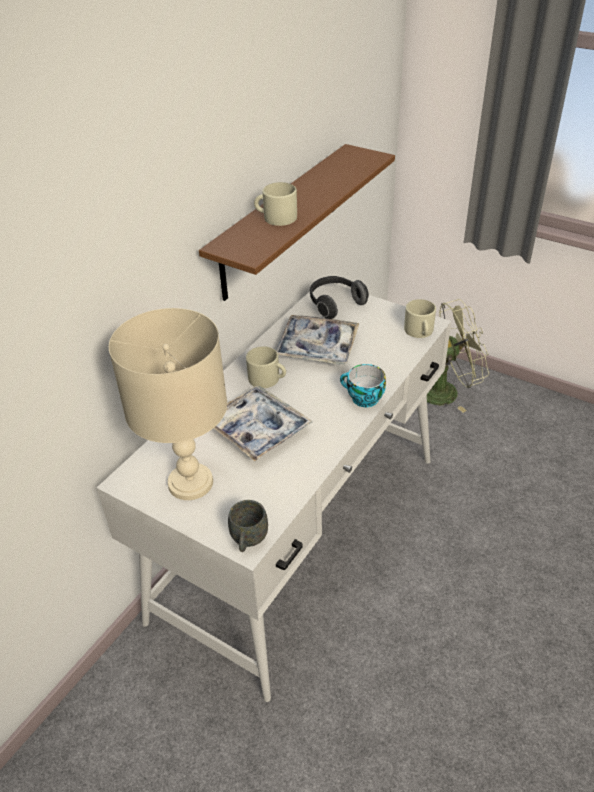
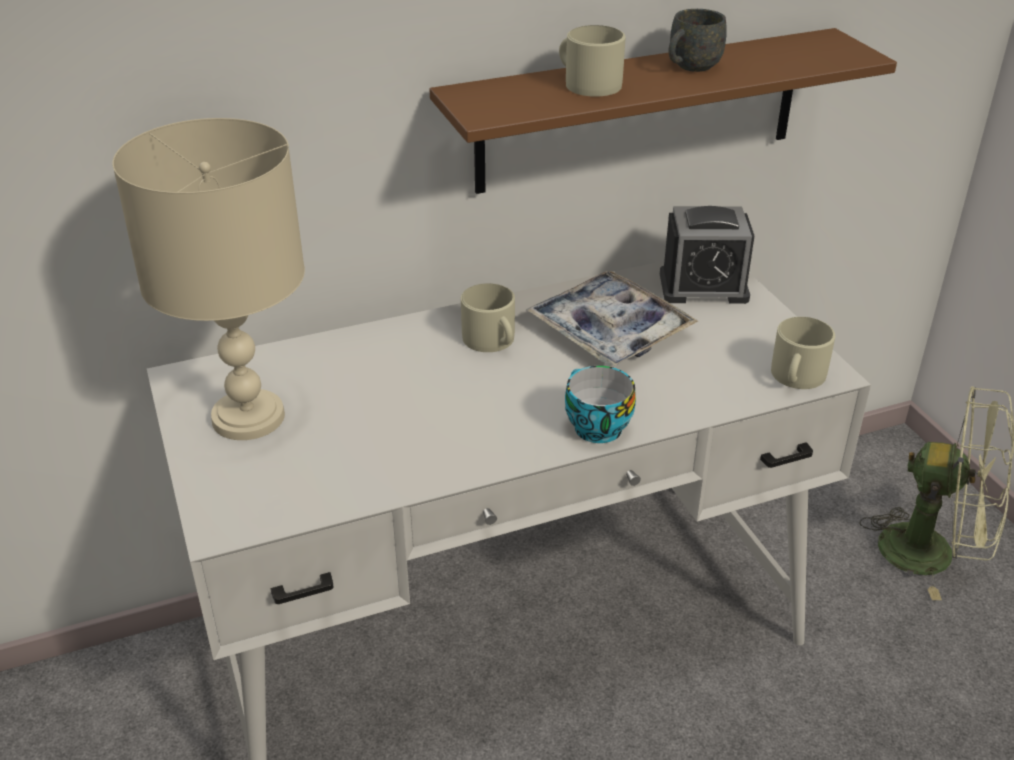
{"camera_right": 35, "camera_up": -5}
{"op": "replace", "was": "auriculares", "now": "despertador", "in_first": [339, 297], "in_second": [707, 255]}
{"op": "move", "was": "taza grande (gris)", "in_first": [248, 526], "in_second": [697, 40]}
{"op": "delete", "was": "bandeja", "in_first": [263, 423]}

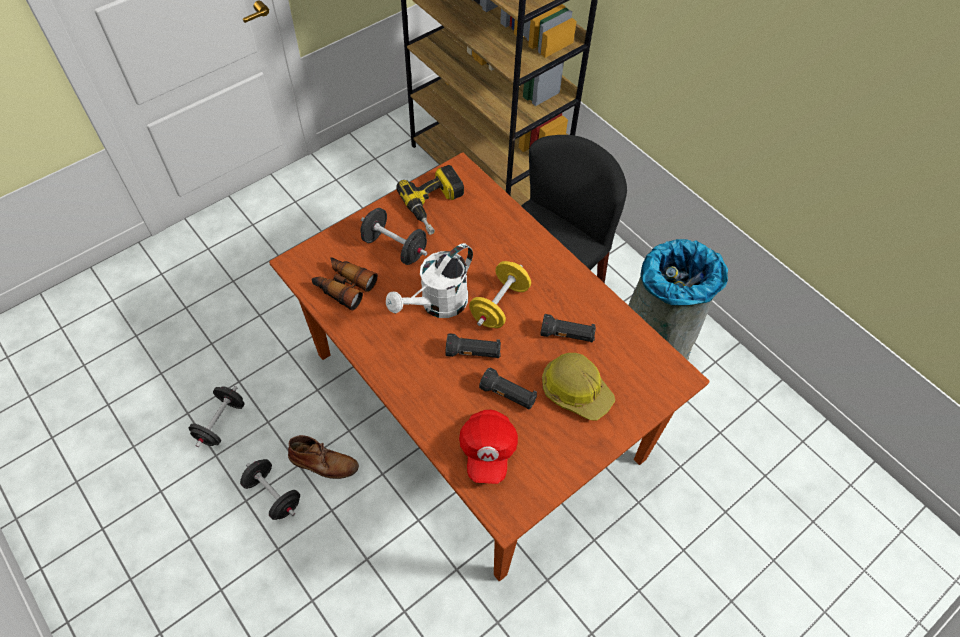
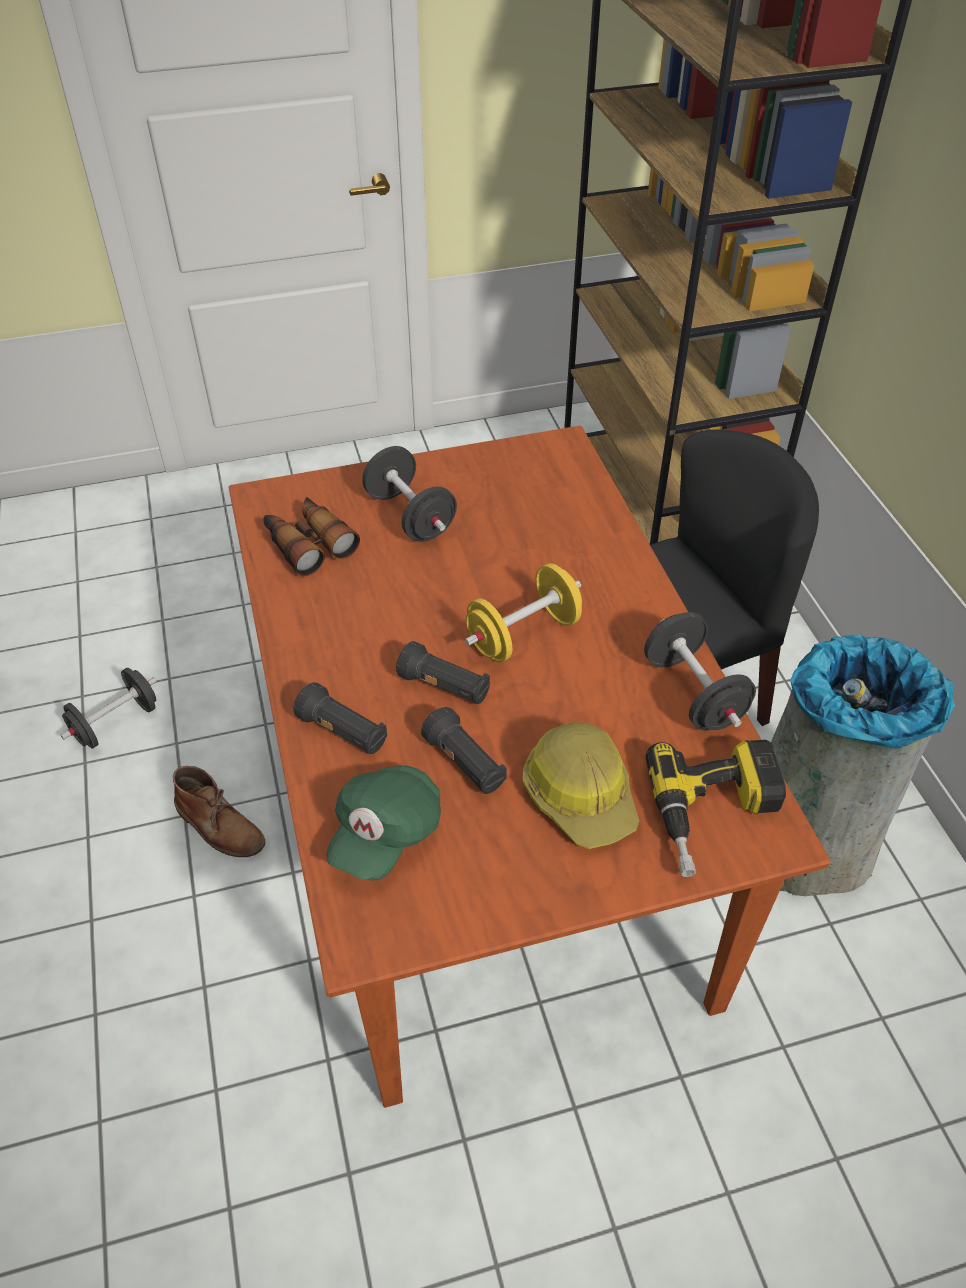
{"camera_right": 25, "camera_up": -10}
{"op": "move", "was": "linterna (negro)", "in_first": [568, 328], "in_second": [340, 718]}
{"op": "recolor", "was": "gorra (rojo)", "now": "gorra (verde)", "in_first": [488, 447], "in_second": [383, 822]}
{"op": "move", "was": "mancuerna (negro)", "in_first": [270, 489], "in_second": [700, 671]}
{"op": "move", "was": "taladro", "in_first": [430, 200], "in_second": [715, 808]}
{"op": "delete", "was": "regadera (blanco)", "in_first": [429, 280]}

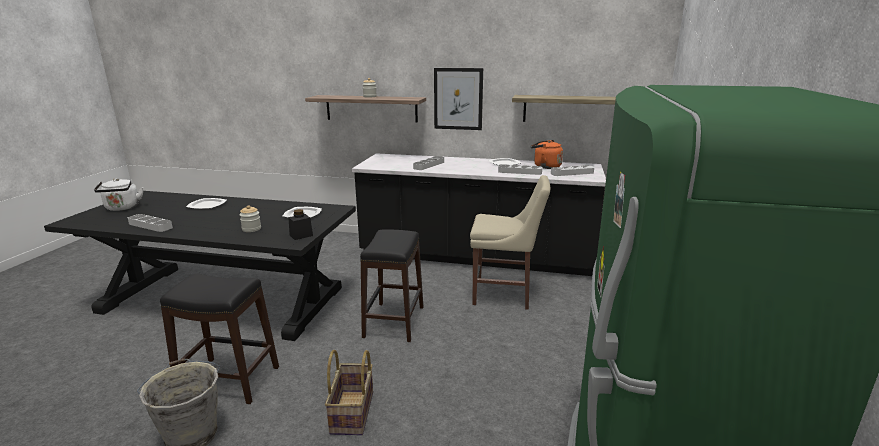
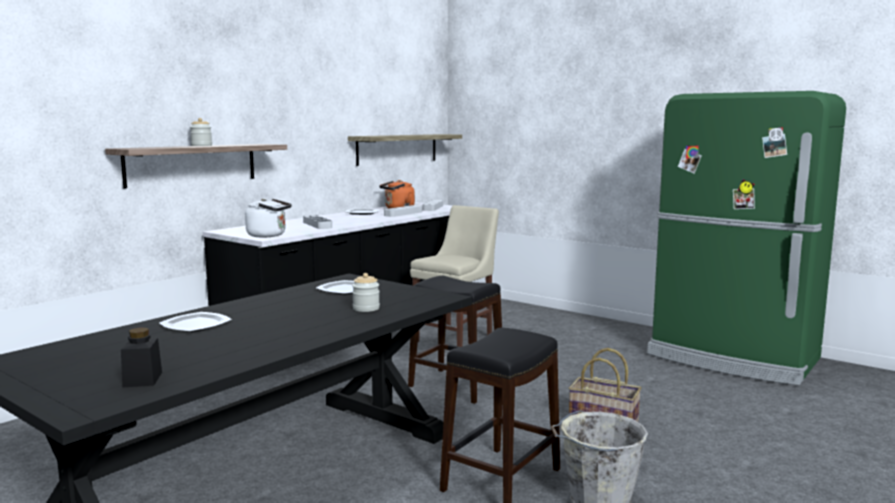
{"camera_right": -65, "camera_up": -10}
{"op": "move", "was": "tarro (negro)", "in_first": [300, 224], "in_second": [141, 358]}
{"op": "move", "was": "hervidor (blanco)", "in_first": [118, 194], "in_second": [268, 217]}
{"op": "delete", "was": "bandeja (gris)", "in_first": [150, 223]}
{"op": "delete", "was": "cuadro", "in_first": [458, 99]}

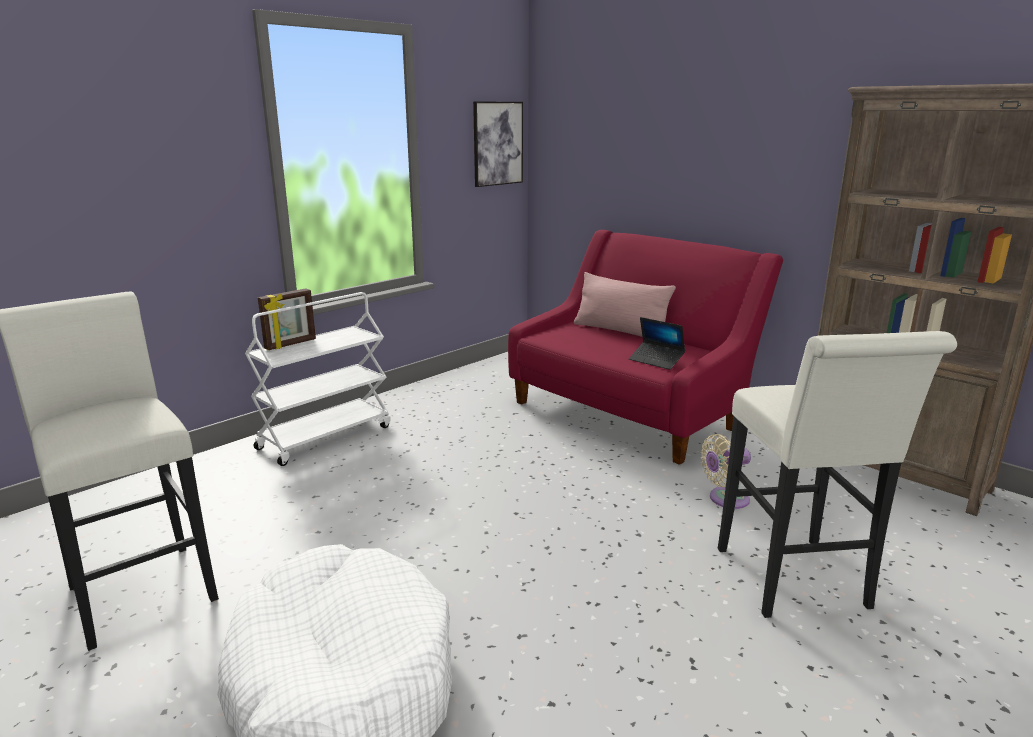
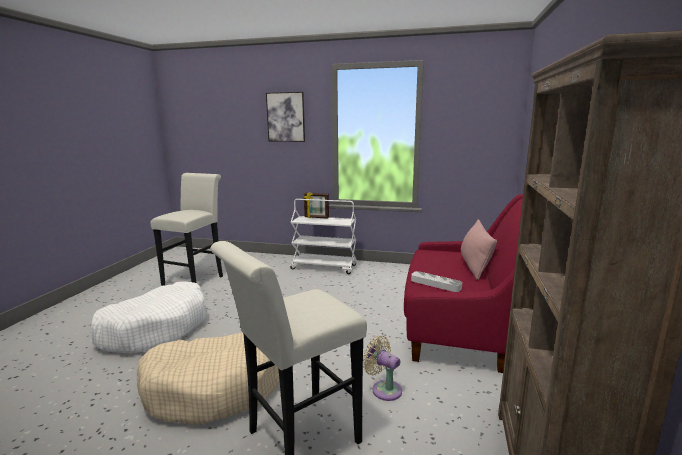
{"camera_right": 60, "camera_up": -5}
{"op": "insert", "now": "cama para perro (beis)", "in_second": [208, 378]}
{"op": "move", "was": "cuadro", "in_first": [498, 144], "in_second": [285, 117]}
{"op": "replace", "was": "portátil", "now": "bandeja (gris)", "in_first": [657, 343], "in_second": [436, 281]}

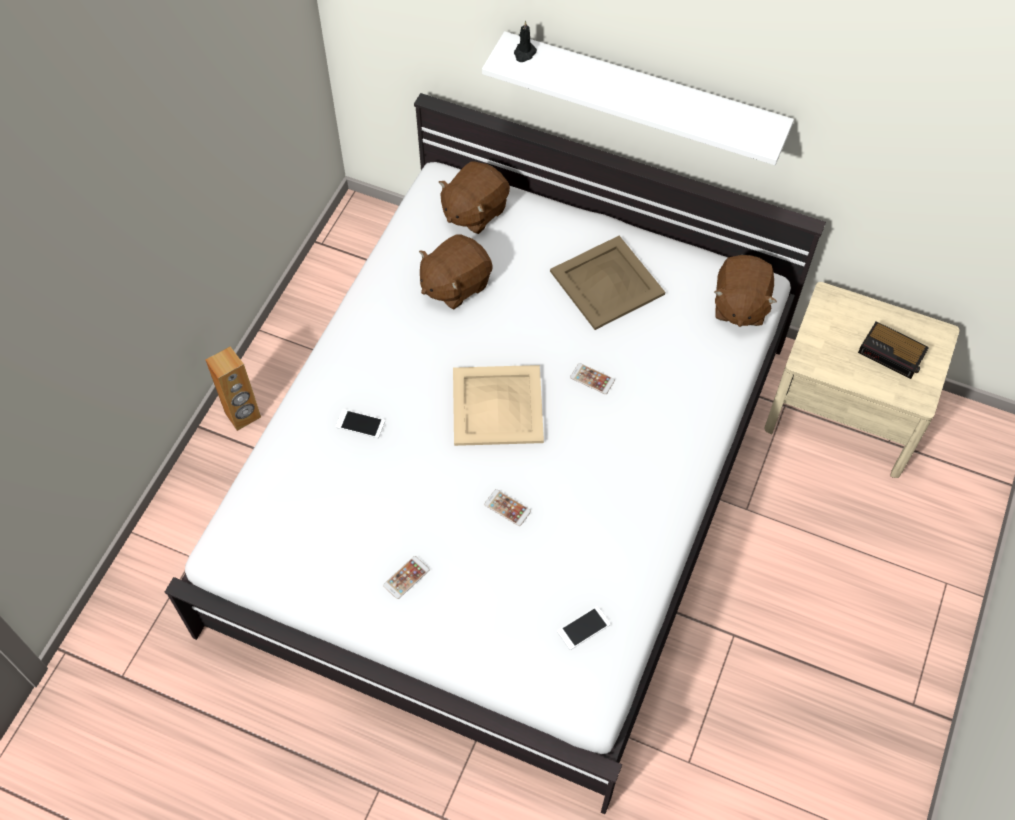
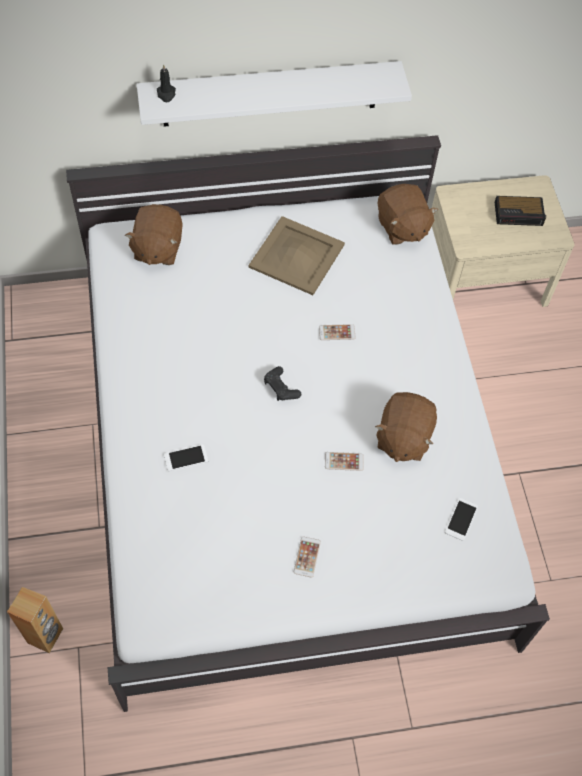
{"camera_right": -35, "camera_up": 0}
{"op": "move", "was": "altavoz (marrón)", "in_first": [233, 388], "in_second": [35, 620]}
{"op": "replace", "was": "bandeja (beis)", "now": "mando de consola (negro)", "in_first": [498, 405], "in_second": [282, 383]}
{"op": "move", "was": "peluche (marrón)", "in_first": [455, 271], "in_second": [406, 427]}

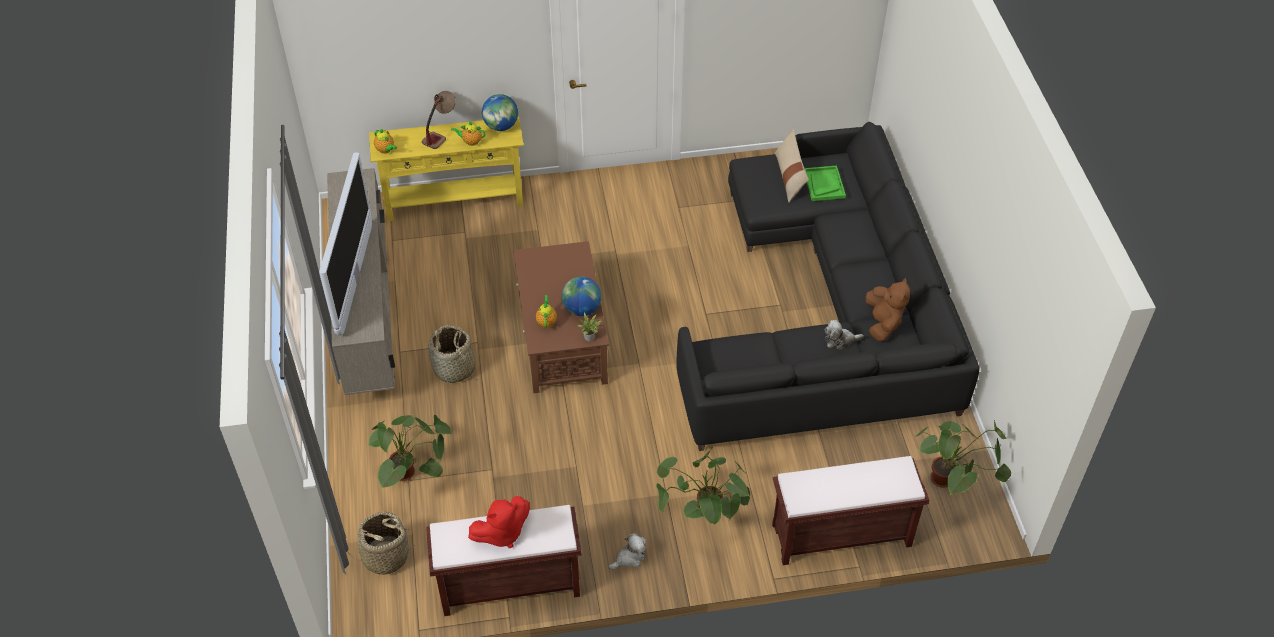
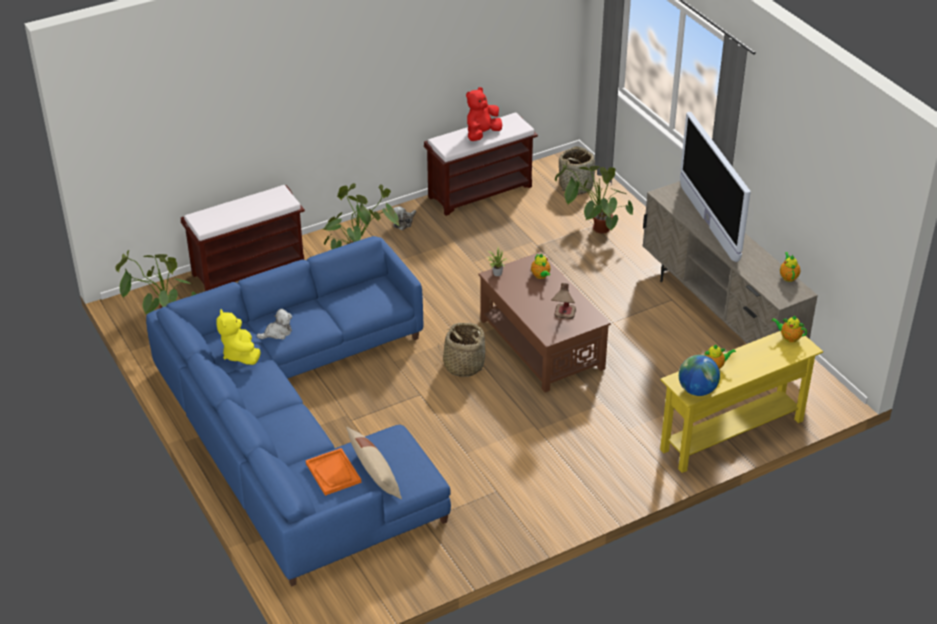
{"camera_right": 160, "camera_up": -10}
{"op": "recolor", "was": "sofá (negro)", "now": "sofá (azul)", "in_first": [827, 286], "in_second": [298, 411]}
{"op": "recolor", "was": "peluche (marrón)", "now": "peluche (amarillo)", "in_first": [888, 309], "in_second": [238, 337]}
{"op": "recolor", "was": "bandeja (verde)", "now": "bandeja (naranja)", "in_first": [825, 183], "in_second": [333, 472]}
{"op": "move", "was": "cesta", "in_first": [452, 354], "in_second": [462, 349]}
{"op": "move", "was": "lámpara de mesa", "in_first": [439, 120], "in_second": [563, 301]}
{"op": "insert", "now": "tetera", "in_second": [790, 267]}
{"op": "delete", "was": "globo terráqueo", "in_first": [581, 296]}

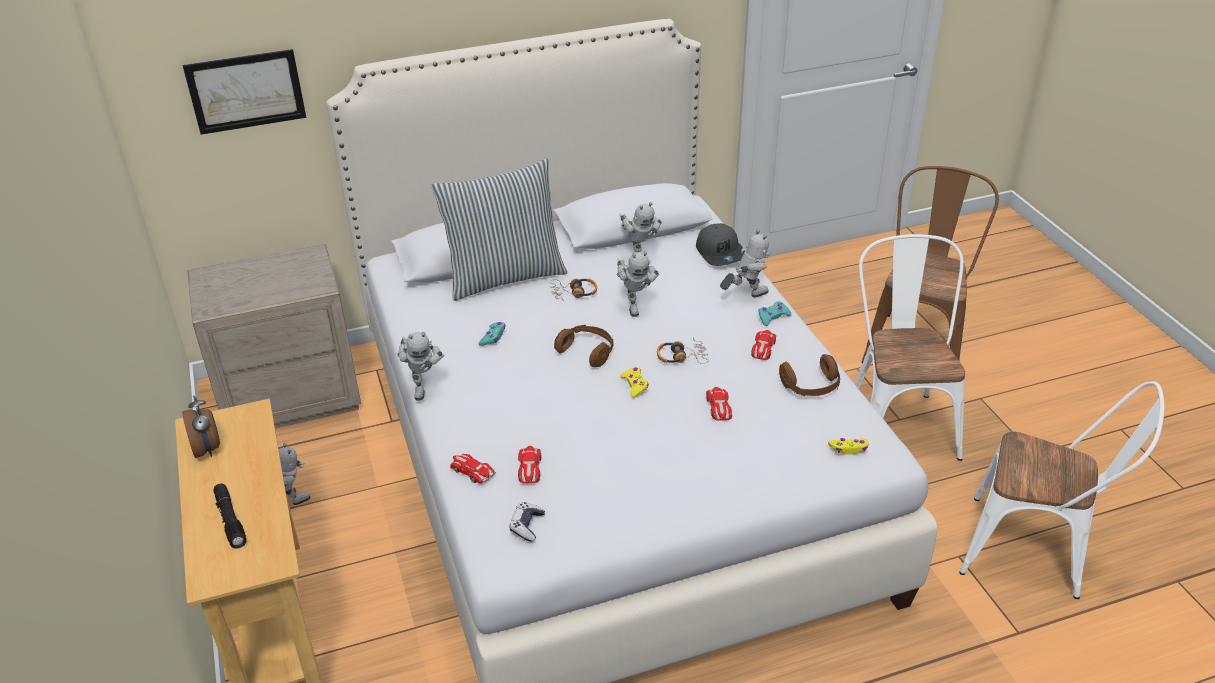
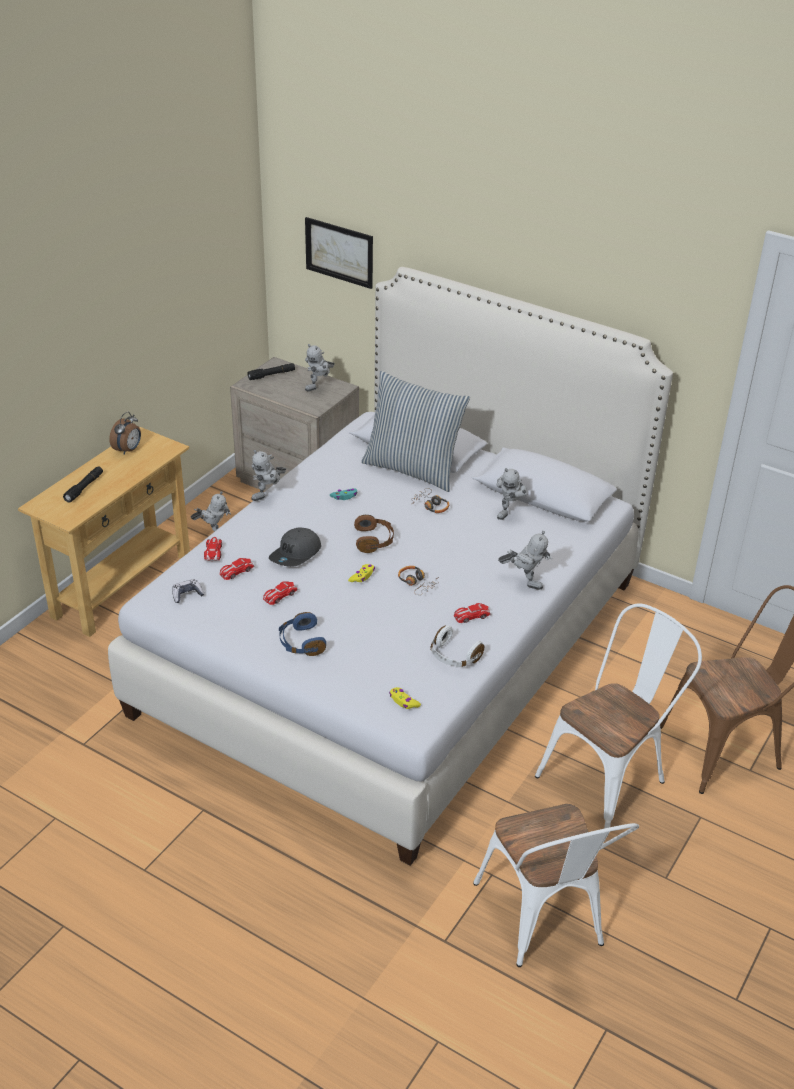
{"camera_right": 50, "camera_up": 0}
{"op": "insert", "now": "linterna (negro)", "in_second": [271, 371]}
{"op": "move", "was": "coche de juguete", "in_first": [719, 404], "in_second": [280, 593]}
{"op": "move", "was": "gorra (gris)", "in_first": [719, 244], "in_second": [295, 547]}
{"op": "insert", "now": "auriculares (azul)", "in_second": [302, 634]}
{"op": "move", "was": "robot de juguete", "in_first": [638, 284], "in_second": [320, 367]}
{"op": "recolor", "was": "auriculares (marrón)", "now": "auriculares (blanco)", "in_first": [809, 375], "in_second": [457, 647]}
{"op": "delete", "was": "mando de consola (turquesa)", "in_first": [775, 313]}

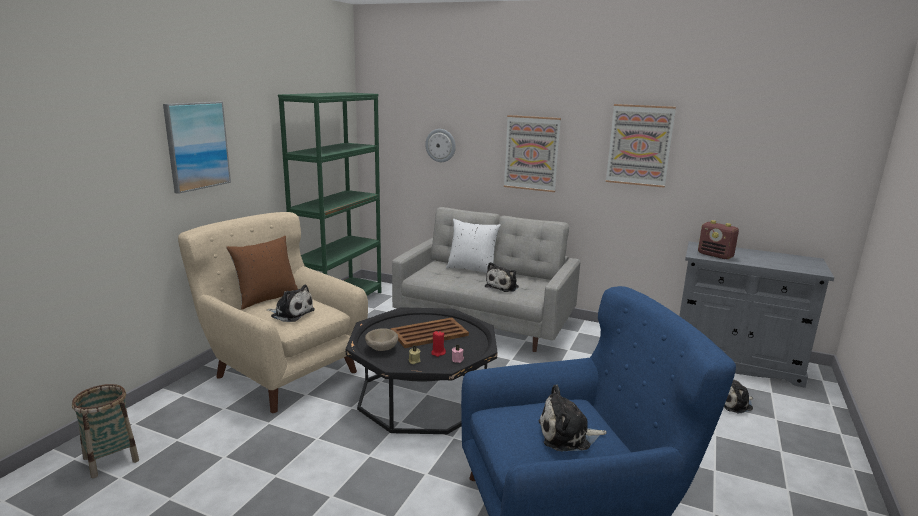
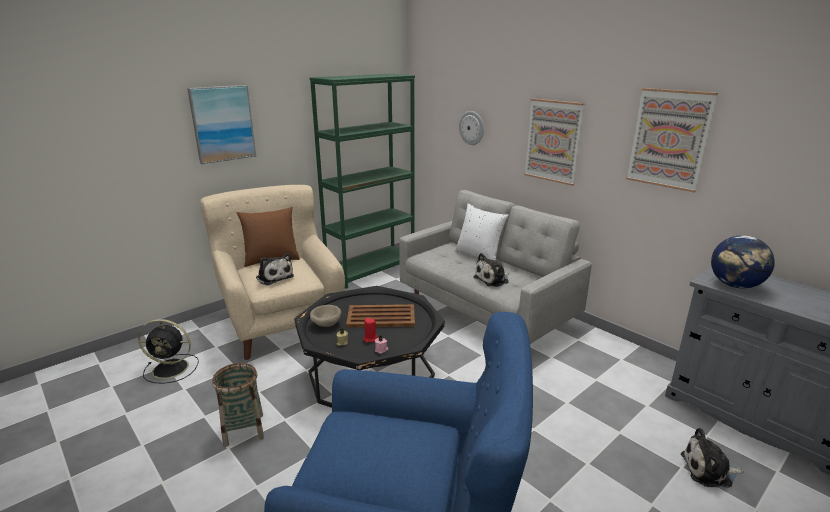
{"camera_right": 25, "camera_up": 5}
{"op": "insert", "now": "ventilador (negro)", "in_second": [168, 351]}
{"op": "move", "was": "cesta", "in_first": [105, 431], "in_second": [238, 405]}
{"op": "replace", "was": "radio", "now": "globo terráqueo", "in_first": [718, 239], "in_second": [743, 262]}
{"op": "delete", "was": "peluche", "in_first": [573, 418]}

